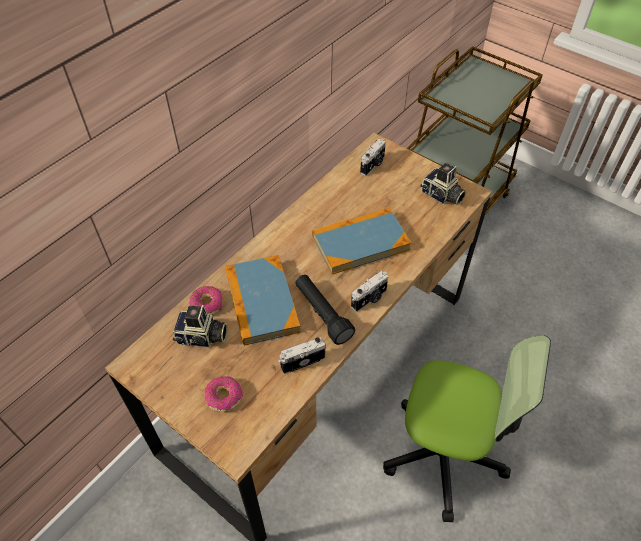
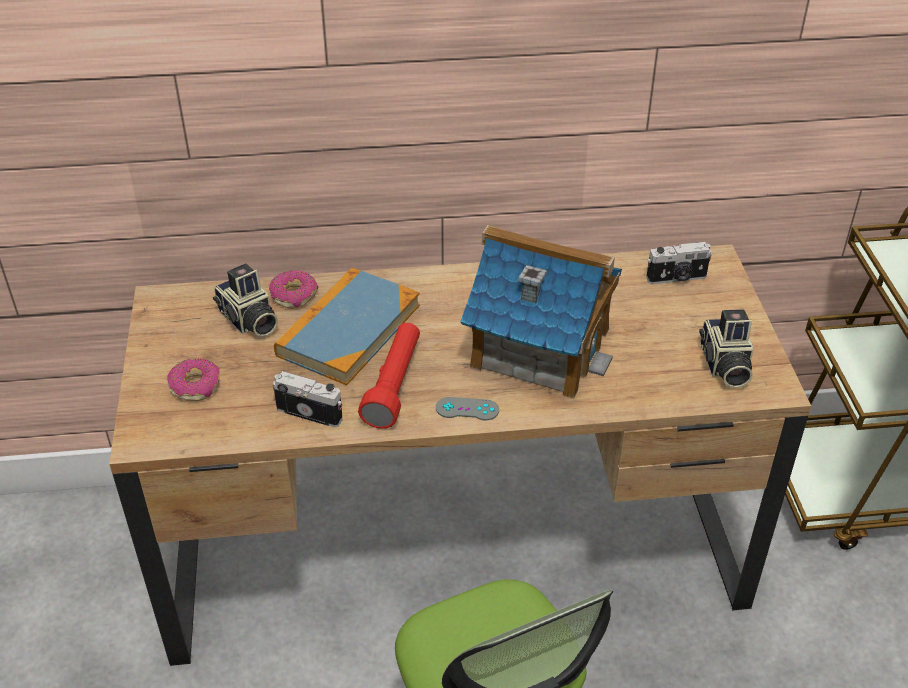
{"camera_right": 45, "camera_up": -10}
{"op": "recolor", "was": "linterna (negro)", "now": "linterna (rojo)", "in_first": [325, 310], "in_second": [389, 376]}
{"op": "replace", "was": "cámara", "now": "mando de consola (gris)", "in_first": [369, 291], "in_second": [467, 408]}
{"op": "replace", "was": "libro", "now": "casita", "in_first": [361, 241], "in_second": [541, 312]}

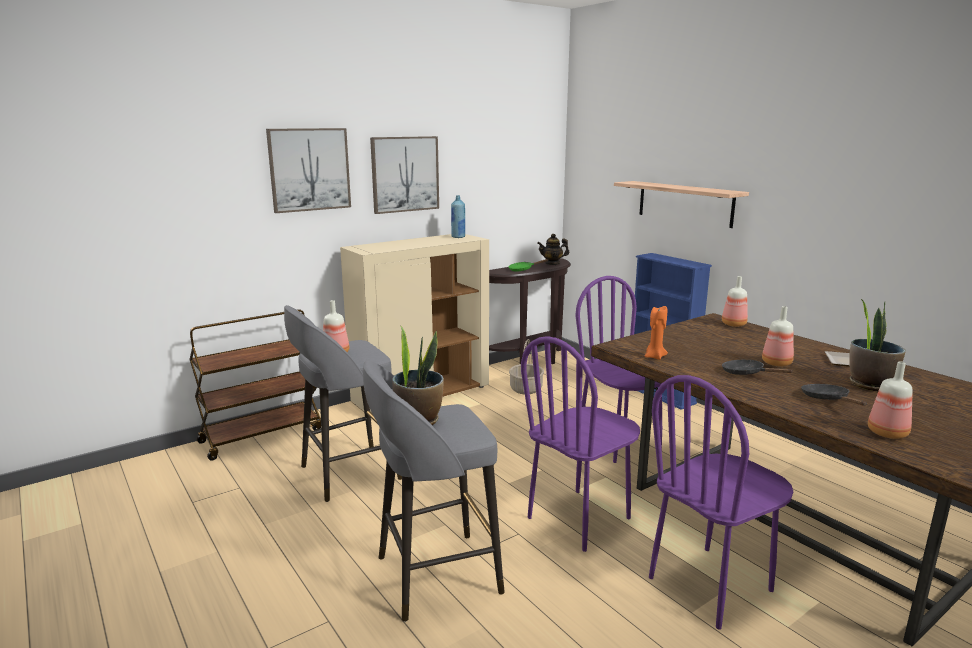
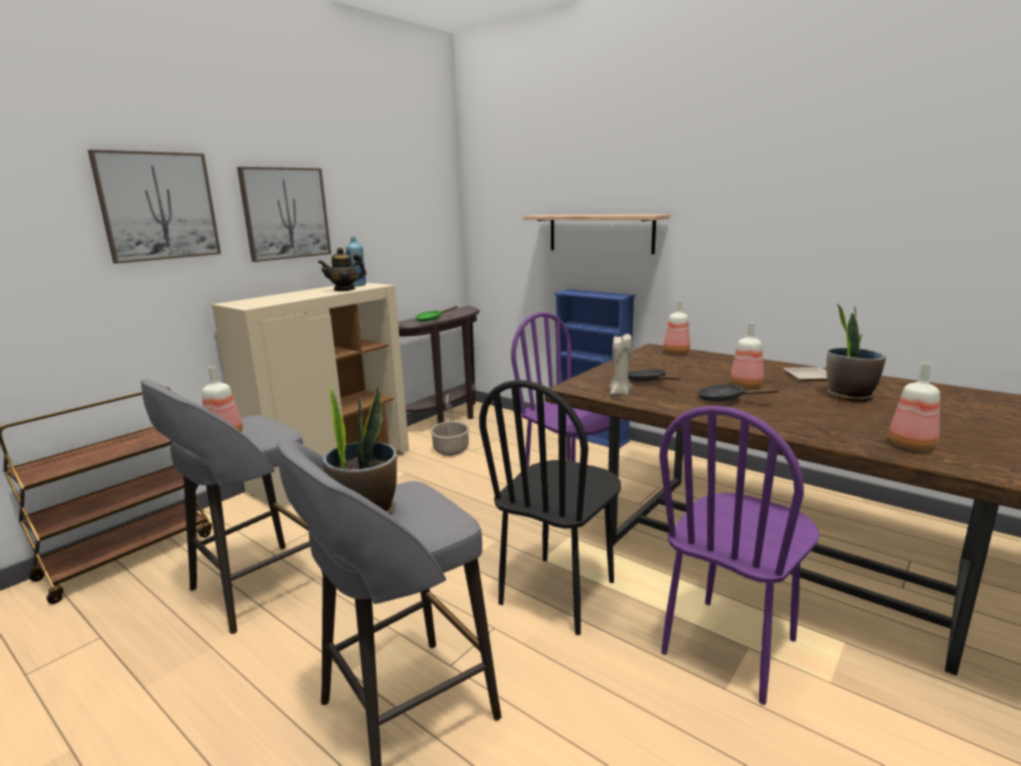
{"camera_right": -15, "camera_up": 0}
{"op": "move", "was": "tetera", "in_first": [553, 249], "in_second": [342, 269]}
{"op": "recolor", "was": "silla (morado)", "now": "silla (negro)", "in_first": [580, 444], "in_second": [550, 507]}
{"op": "recolor", "was": "vela (naranja)", "now": "vela (beis)", "in_first": [656, 333], "in_second": [621, 365]}
{"op": "move", "was": "sartén (negro)", "in_first": [834, 395], "in_second": [654, 375]}

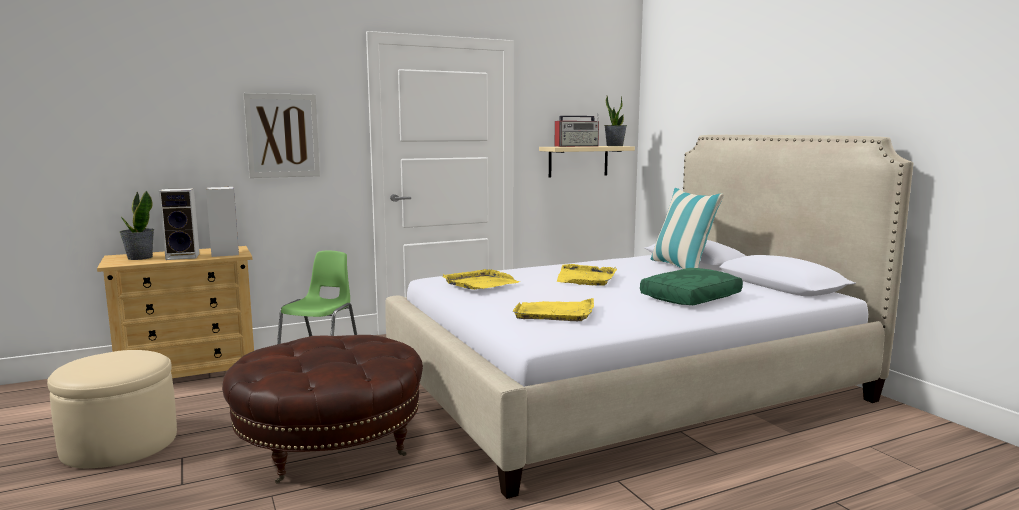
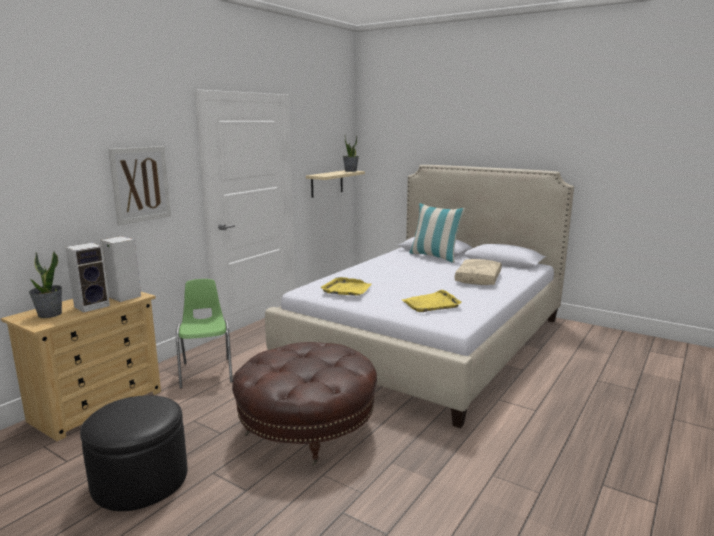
{"camera_right": -30, "camera_up": 5}
{"op": "recolor", "was": "puf (beis)", "now": "puf (negro)", "in_first": [112, 409], "in_second": [133, 453]}
{"op": "recolor", "was": "cojín (verde)", "now": "cojín (beis)", "in_first": [691, 286], "in_second": [478, 272]}
{"op": "delete", "was": "radio", "in_first": [577, 130]}
{"op": "delete", "was": "bandeja (amarillo)", "in_first": [587, 275]}

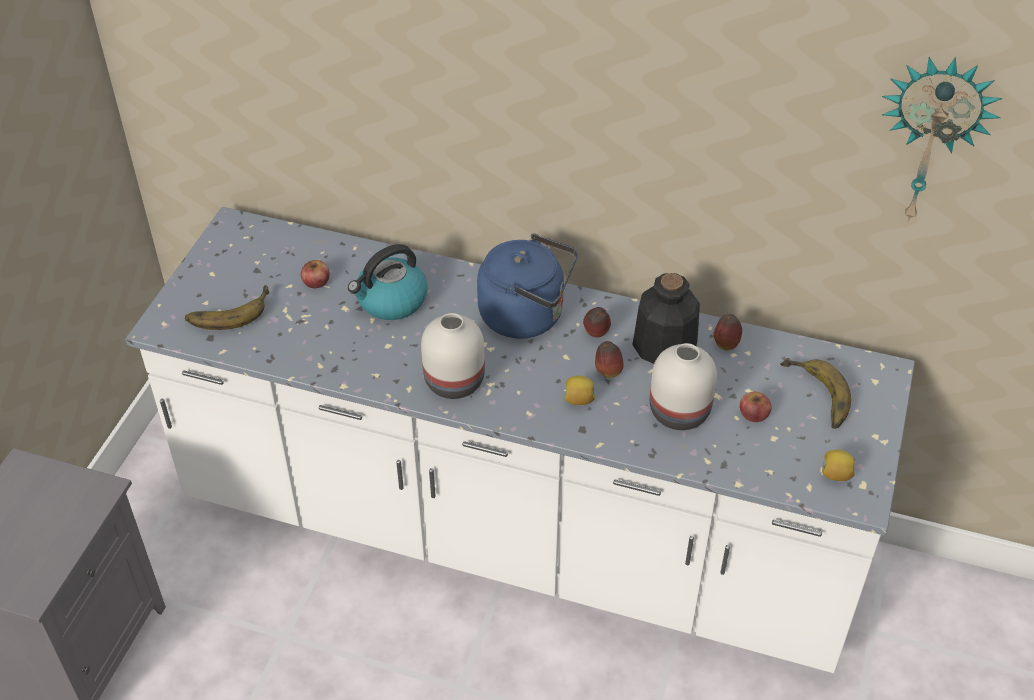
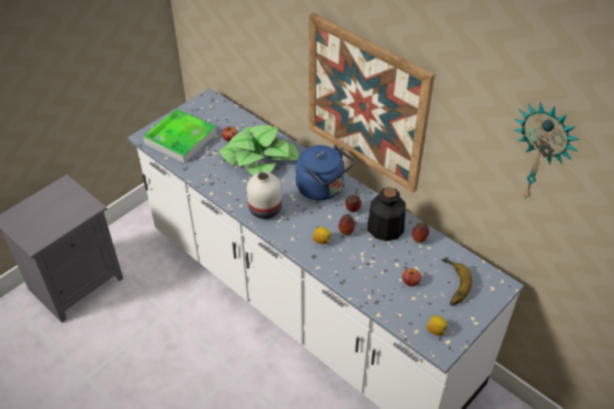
{"camera_right": 25, "camera_up": 0}
{"op": "replace", "was": "plátano", "now": "bandeja", "in_first": [227, 307], "in_second": [180, 136]}
{"op": "replace", "was": "hervidor", "now": "planta en maceta", "in_first": [388, 282], "in_second": [259, 150]}
{"op": "insert", "now": "cuadro", "in_second": [372, 103]}
{"op": "delete", "was": "florero (blanco)", "in_first": [683, 386]}

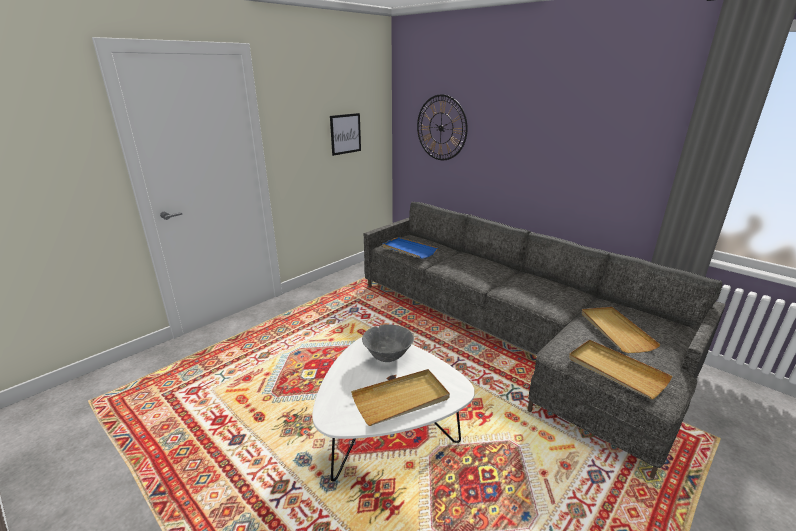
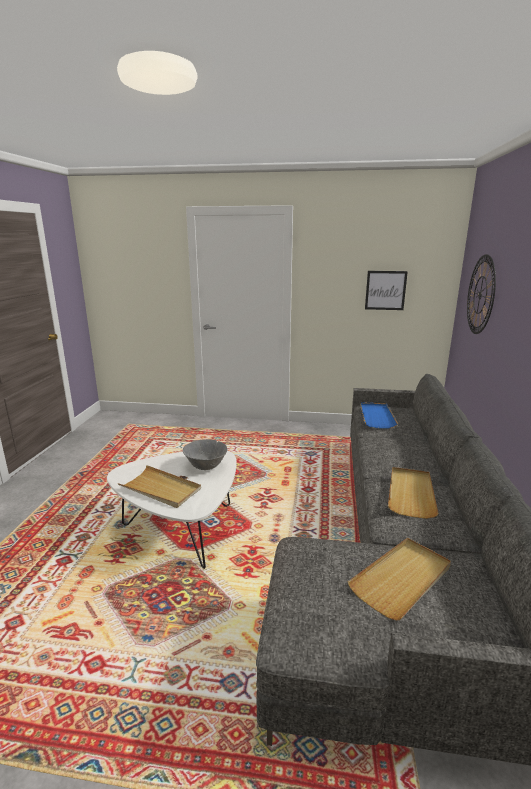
{"camera_right": 55, "camera_up": -5}
{"op": "move", "was": "bandeja (beis)", "in_first": [621, 370], "in_second": [413, 493]}

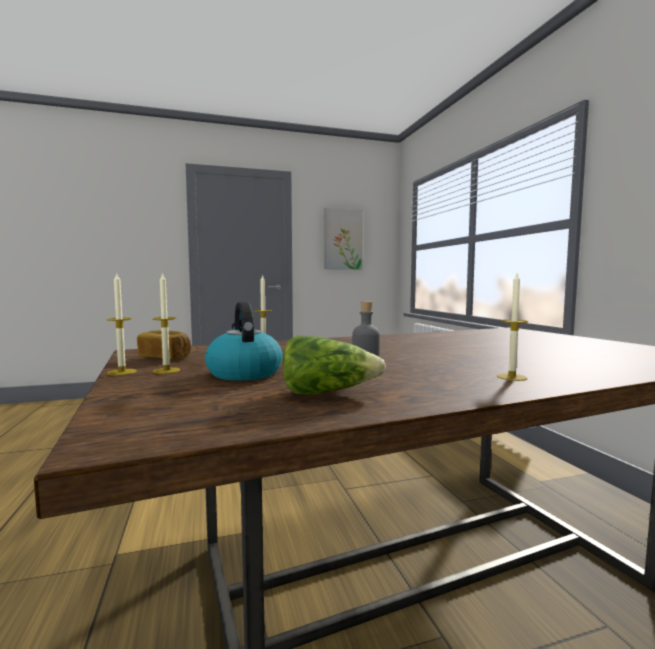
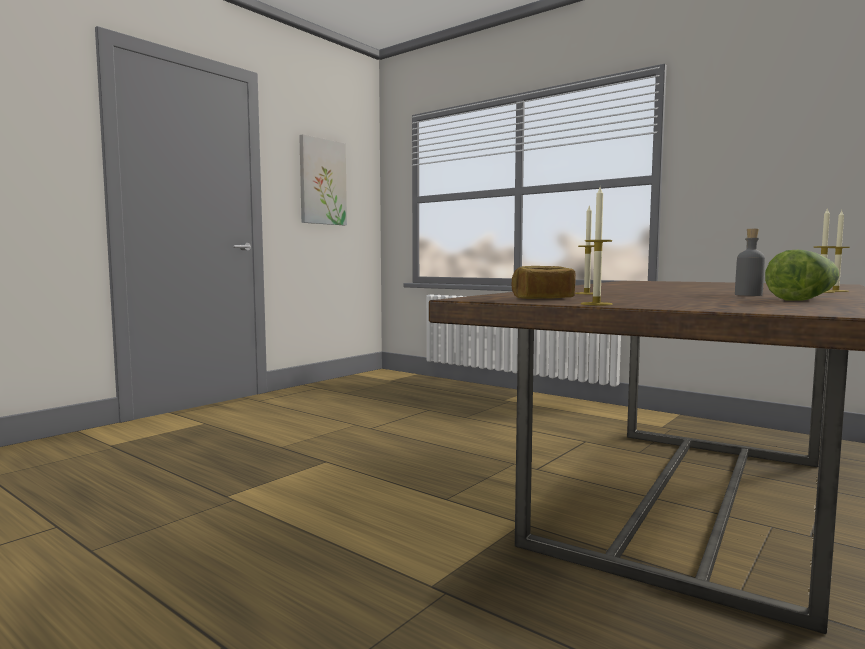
{"camera_right": -35, "camera_up": 0}
{"op": "move", "was": "vela", "in_first": [166, 323], "in_second": [839, 251]}
{"op": "delete", "was": "hervidor", "in_first": [244, 341]}

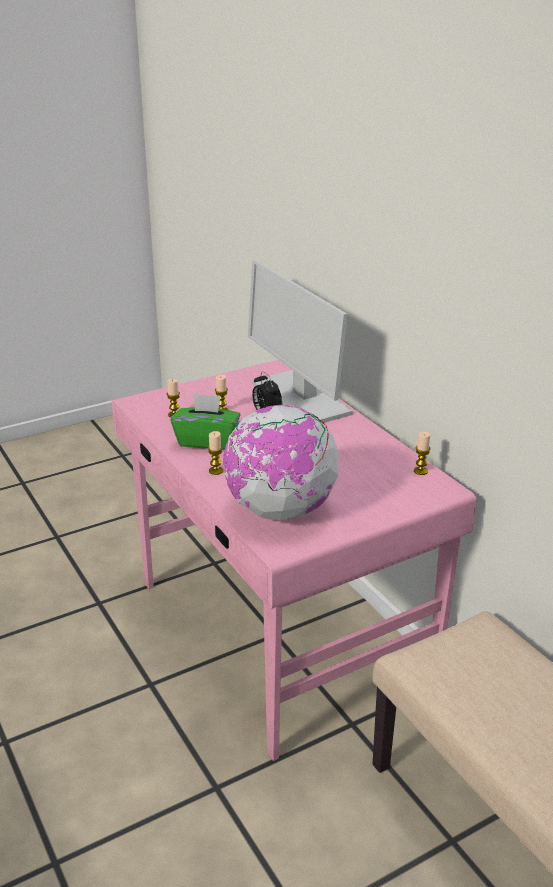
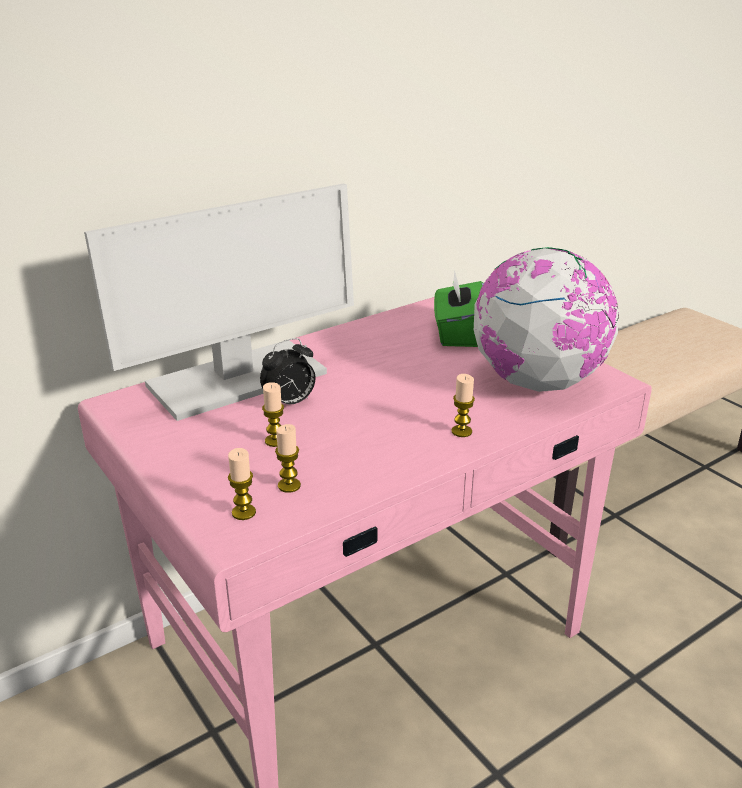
{"camera_right": -95, "camera_up": 0}
{"op": "move", "was": "vela", "in_first": [422, 453], "in_second": [242, 484]}
{"op": "move", "was": "caja de pañuelos (verde)", "in_first": [205, 421], "in_second": [459, 308]}

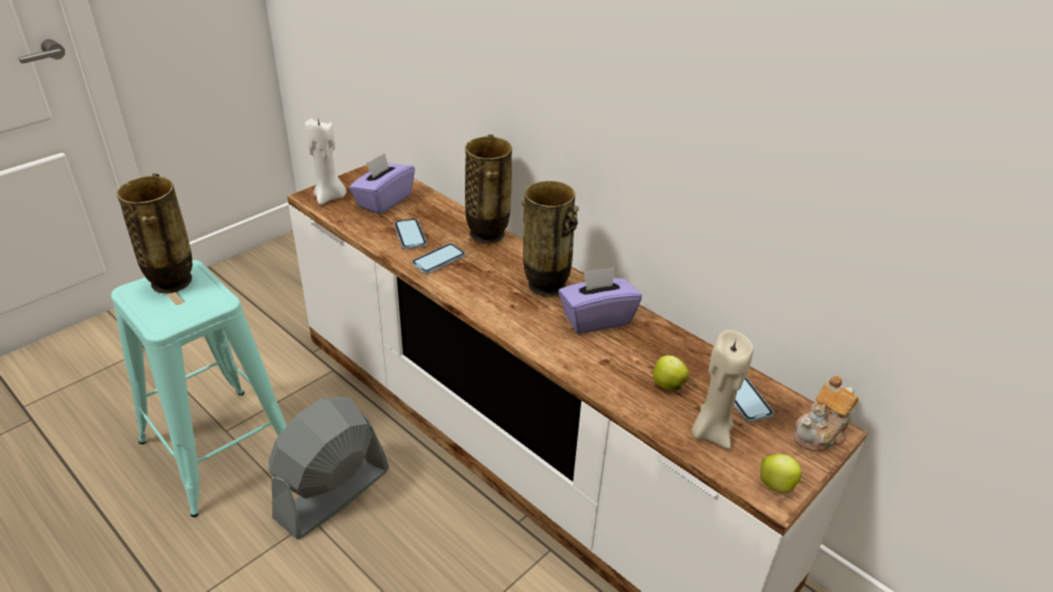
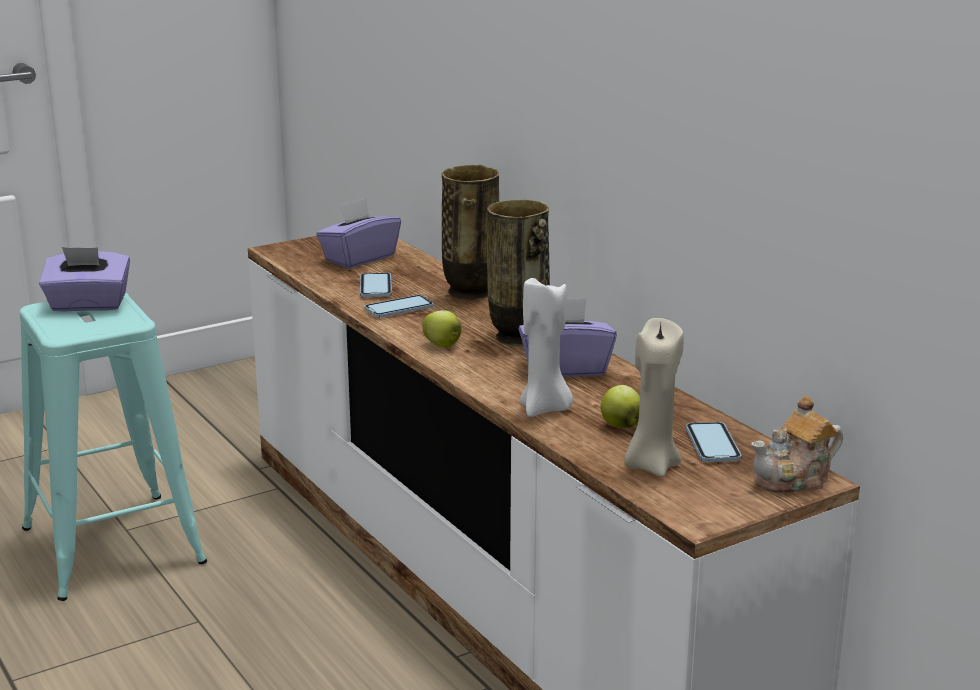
{"camera_right": 15, "camera_up": -15}
{"op": "replace", "was": "florero", "now": "caja de pañuelos (morado)", "in_first": [154, 233], "in_second": [84, 279]}
{"op": "move", "was": "manzana", "in_first": [782, 473], "in_second": [442, 328]}
{"op": "move", "was": "vela (blanco)", "in_first": [326, 162], "in_second": [546, 345]}
{"op": "delete", "was": "ventilador (gris)", "in_first": [329, 468]}

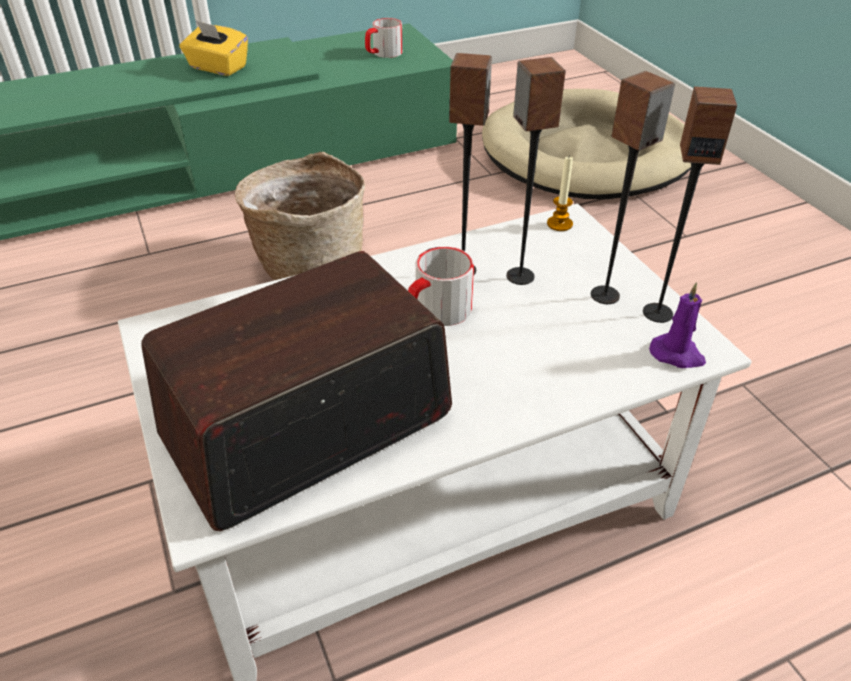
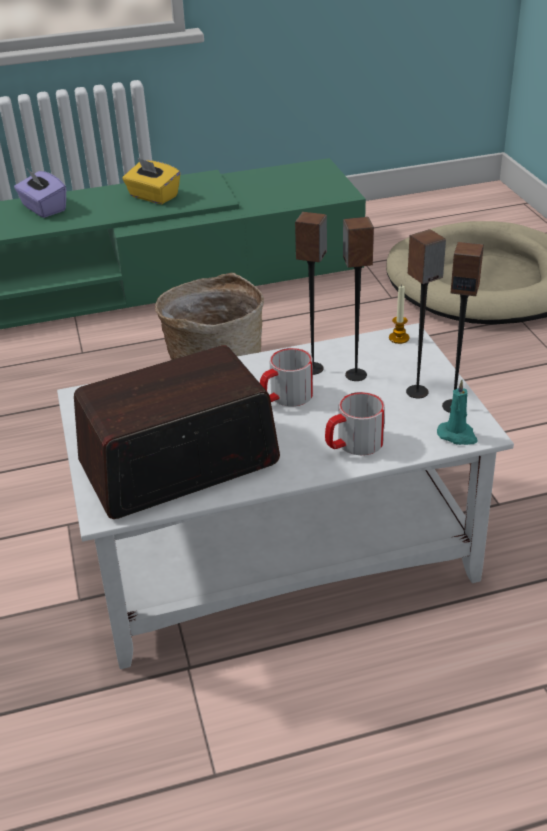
{"camera_right": 10, "camera_up": -5}
{"op": "insert", "now": "caja de pañuelos (morado)", "in_second": [40, 193]}
{"op": "move", "was": "taza grande", "in_first": [384, 38], "in_second": [355, 423]}
{"op": "recolor", "was": "vela (morado)", "now": "vela (turquesa)", "in_first": [677, 325], "in_second": [457, 412]}

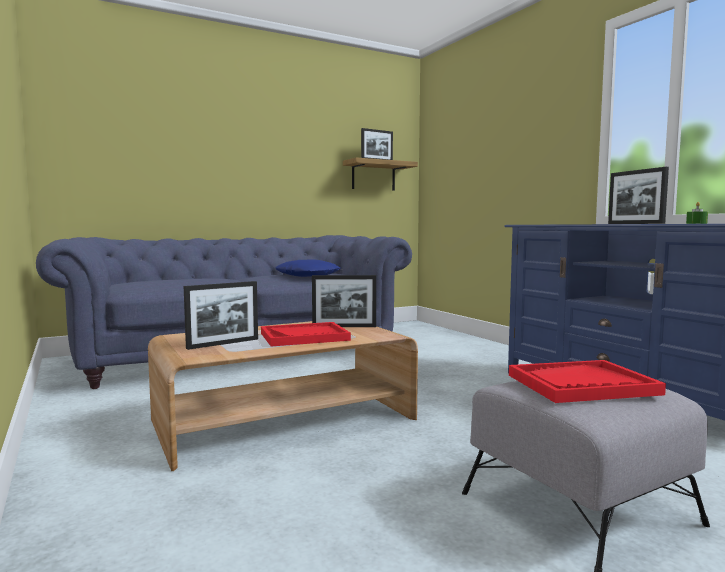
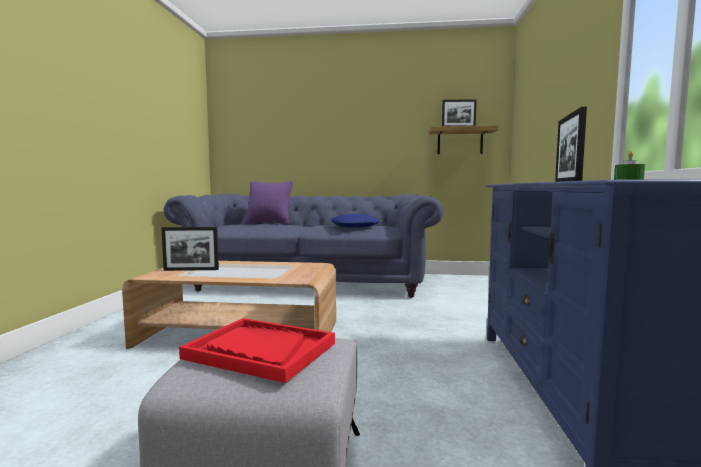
{"camera_right": 35, "camera_up": 0}
{"op": "insert", "now": "cojín (morado)", "in_second": [269, 203]}
{"op": "delete", "was": "bandeja (rojo)", "in_first": [306, 334]}
{"op": "delete", "was": "portarretratos", "in_first": [344, 301]}

